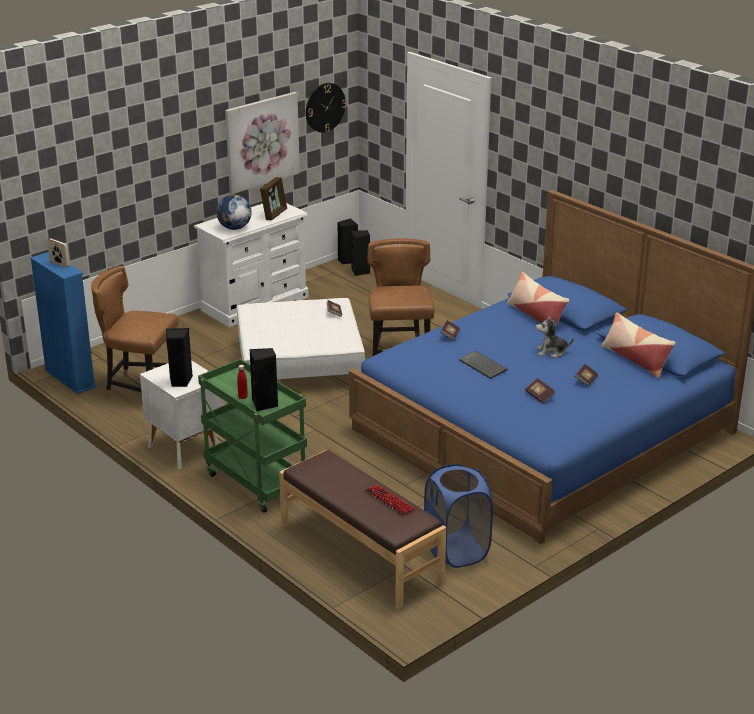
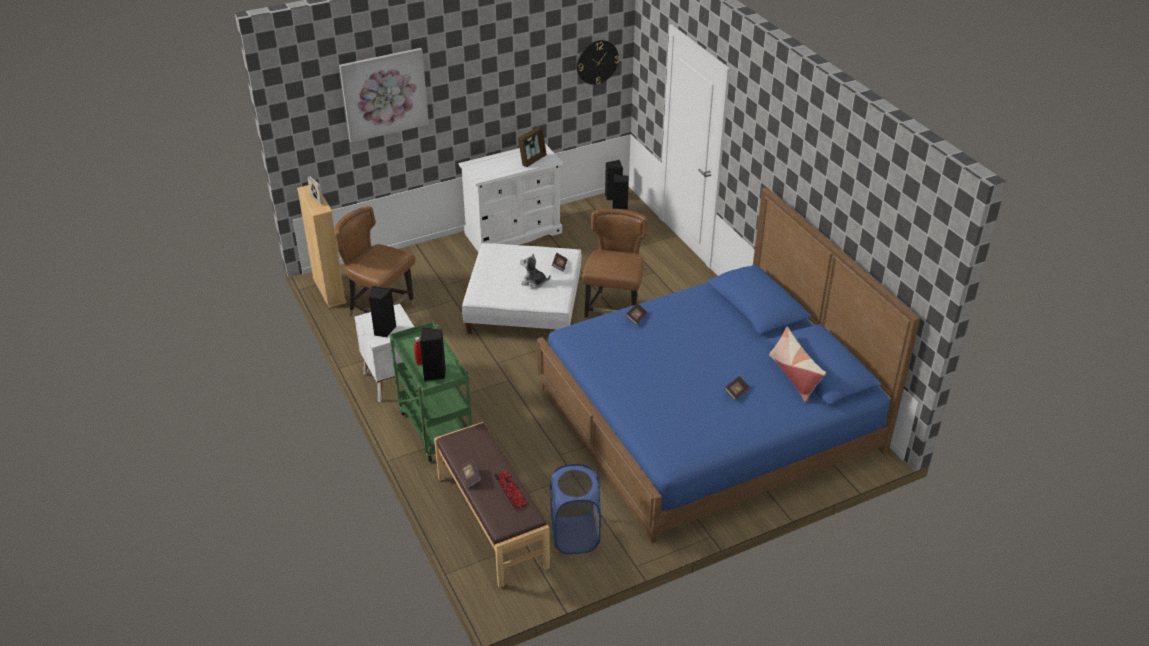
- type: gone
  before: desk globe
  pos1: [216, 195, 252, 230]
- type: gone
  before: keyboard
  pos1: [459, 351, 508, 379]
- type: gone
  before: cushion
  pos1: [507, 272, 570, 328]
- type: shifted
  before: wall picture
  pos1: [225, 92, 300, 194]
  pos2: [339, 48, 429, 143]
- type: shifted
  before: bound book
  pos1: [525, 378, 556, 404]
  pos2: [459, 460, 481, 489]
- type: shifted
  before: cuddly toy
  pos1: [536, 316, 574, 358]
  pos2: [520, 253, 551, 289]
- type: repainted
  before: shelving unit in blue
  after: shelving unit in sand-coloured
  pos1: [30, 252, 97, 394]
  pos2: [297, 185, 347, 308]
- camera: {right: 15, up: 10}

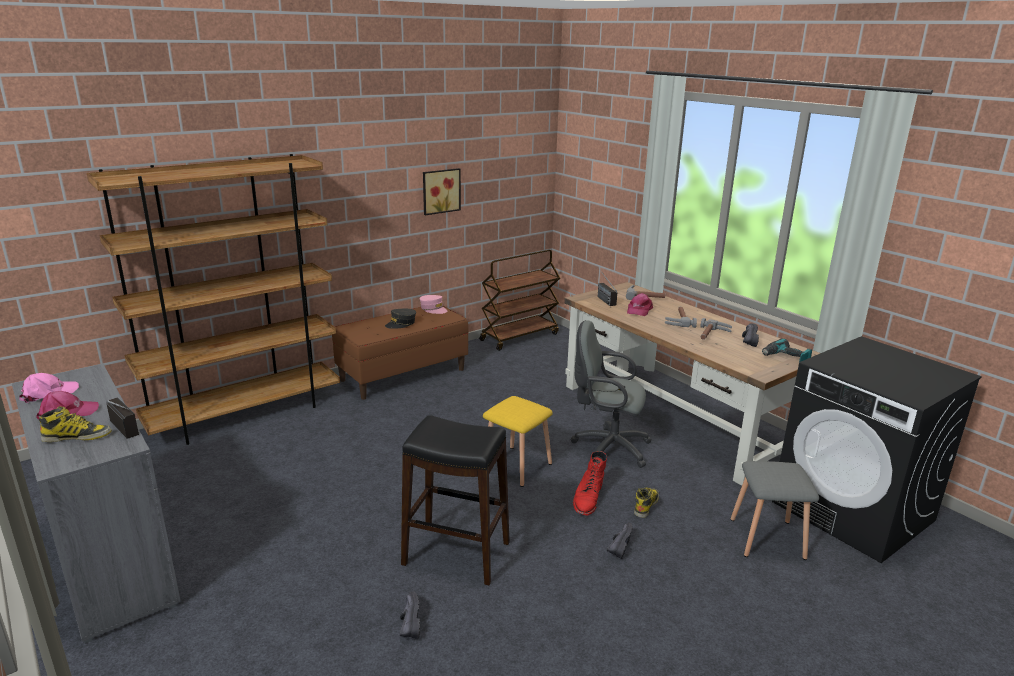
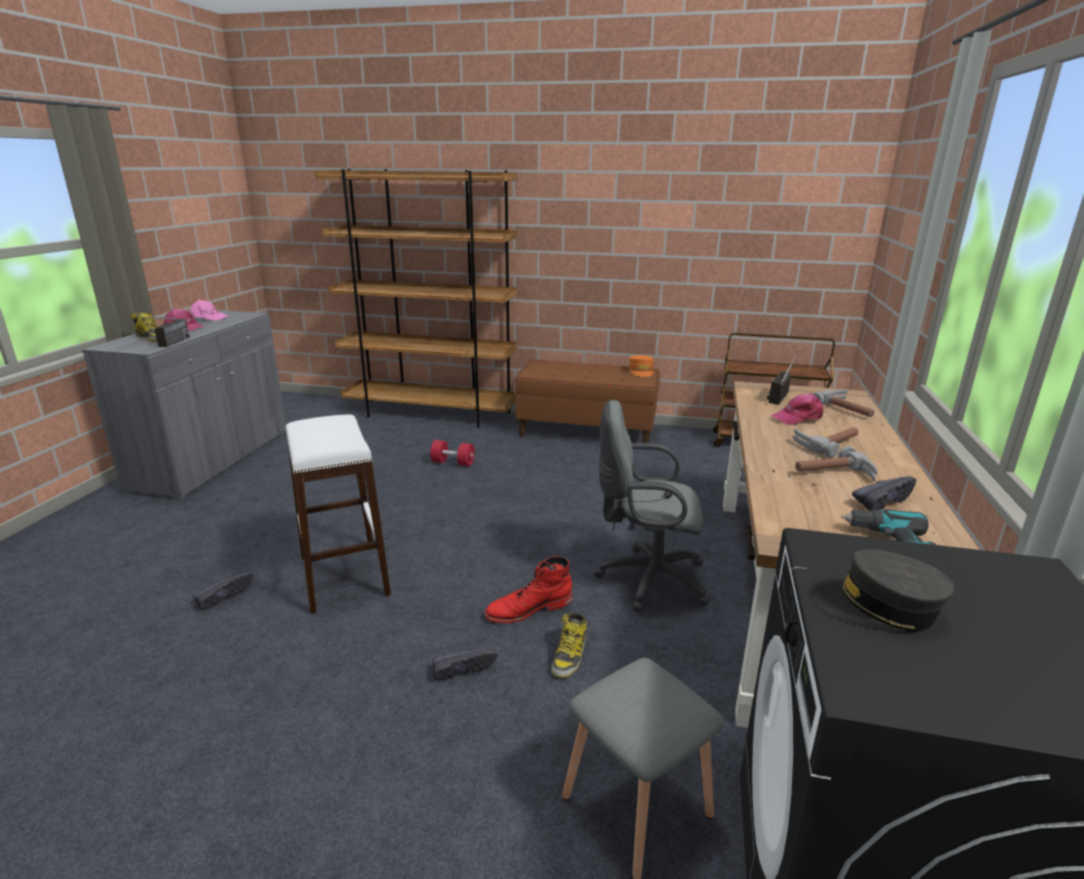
- type: gone
  before: wall picture
  pos1: [423, 168, 461, 215]
- type: gone
  before: stool in yellow
  pos1: [483, 396, 553, 487]
- type: new
  after: hand weight in red
  pos2: [430, 440, 475, 466]
- type: shifted
  before: baseball cap in greyish
  pos1: [385, 309, 416, 329]
  pos2: [813, 549, 954, 631]
- type: repainted
  before: stool in black-coloured
  after: stool in white-coloured
  pos1: [401, 415, 509, 585]
  pos2: [286, 414, 391, 614]
- type: repainted
  before: baseball cap in pink-coloured
  after: baseball cap in orange
  pos1: [420, 295, 447, 314]
  pos2: [629, 355, 654, 377]
- type: rotated
  before: computer chair in greyish
  pos1: [571, 320, 652, 468]
  pos2: [594, 400, 711, 613]
  turn: -60
- type: rotated
  before: boot
  pos1: [634, 487, 659, 518]
  pos2: [551, 613, 587, 678]
  turn: 120
- camera: {right: 50, up: 0}

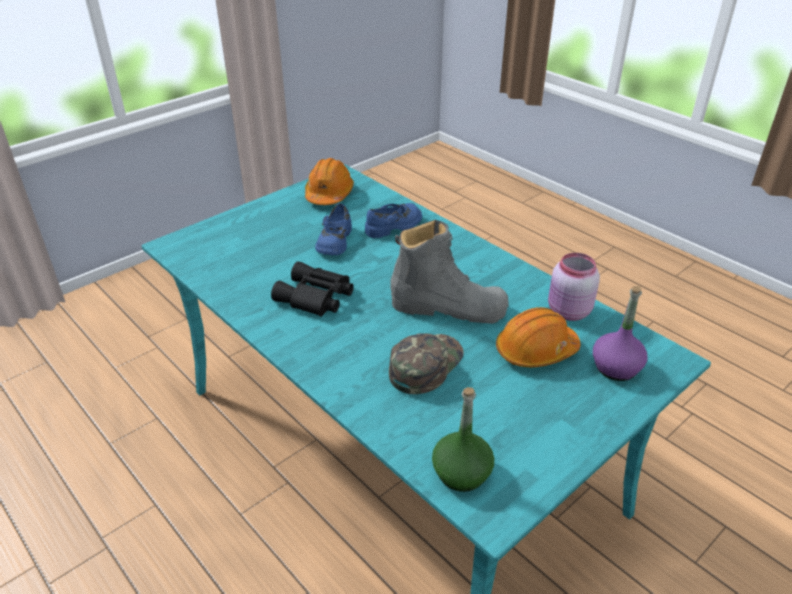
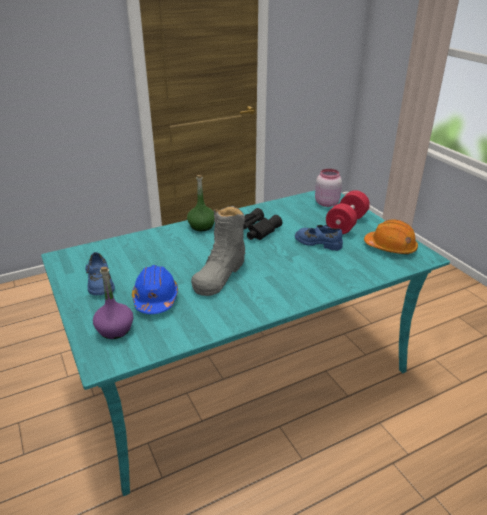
- type: gone
  before: baseball cap in green
  pos1: [389, 333, 464, 394]
- type: new
  after: hand weight in red
  pos2: [326, 190, 370, 234]
- type: shifted
  before: low shoe in blue
  pos1: [365, 203, 422, 238]
  pos2: [85, 252, 115, 296]
- type: shifted
  before: drink bottle in green
  pos1: [432, 387, 494, 492]
  pos2: [187, 175, 214, 231]
- type: shifted
  before: preserve jar in pink-coloured
  pos1: [548, 253, 600, 321]
  pos2: [315, 169, 342, 207]
- type: repainted
  before: work helmet in orange
  after: work helmet in blue
  pos1: [496, 307, 580, 367]
  pos2: [132, 265, 178, 314]
- camera: {right: 105, up: -5}

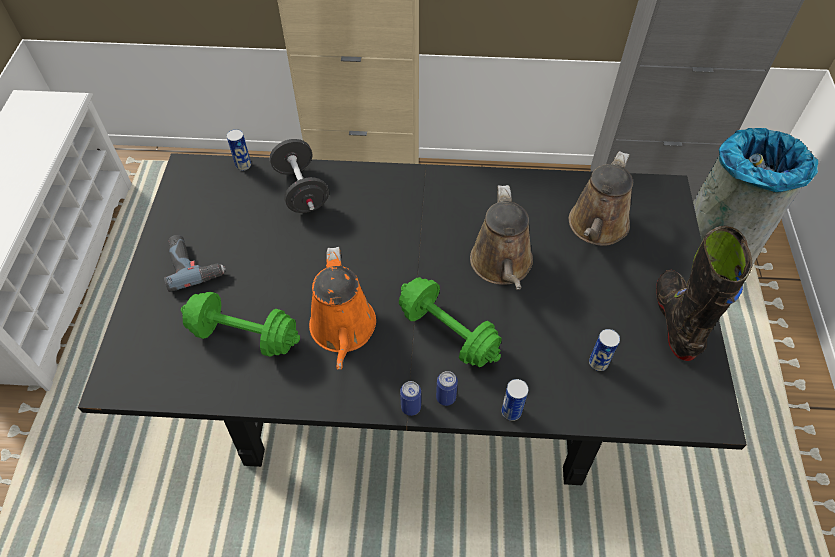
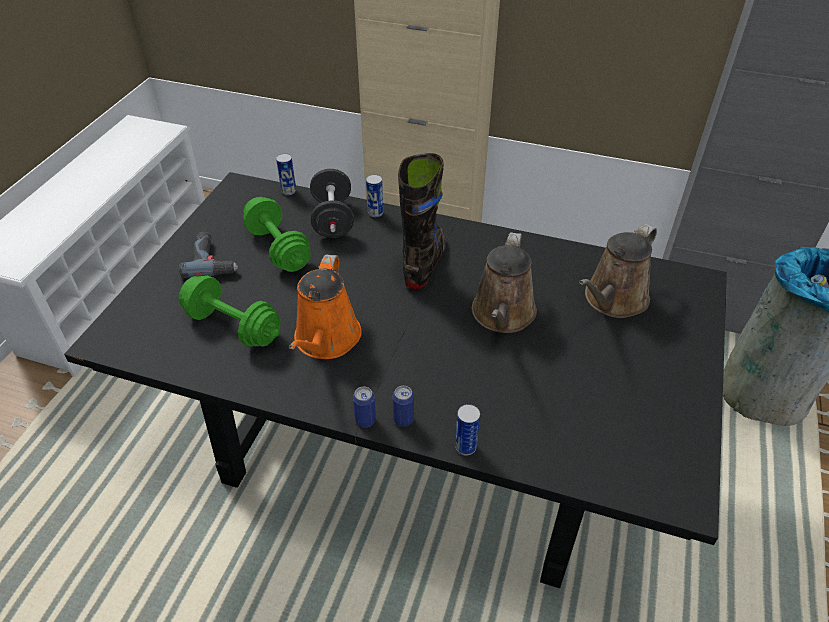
- type: shifted
  before: hand weight in green
  pos1: [399, 277, 502, 367]
  pos2: [243, 197, 311, 272]
- type: shifted
  before: sealed can
  pos1: [589, 329, 620, 371]
  pos2: [366, 174, 383, 217]
- type: shifted
  before: boot in black-coloured
  pos1: [656, 226, 752, 361]
  pos2: [398, 153, 446, 289]
- camera: {right: 15, up: -10}

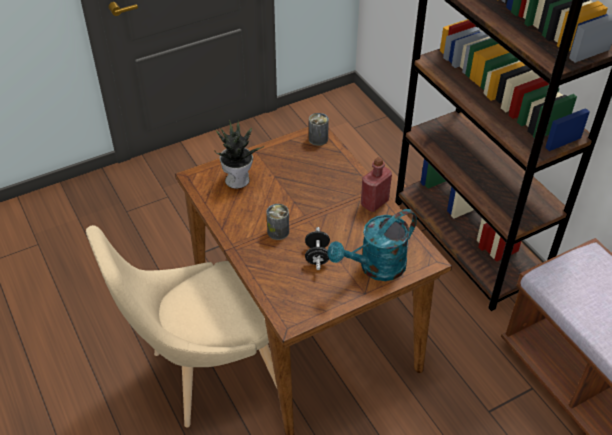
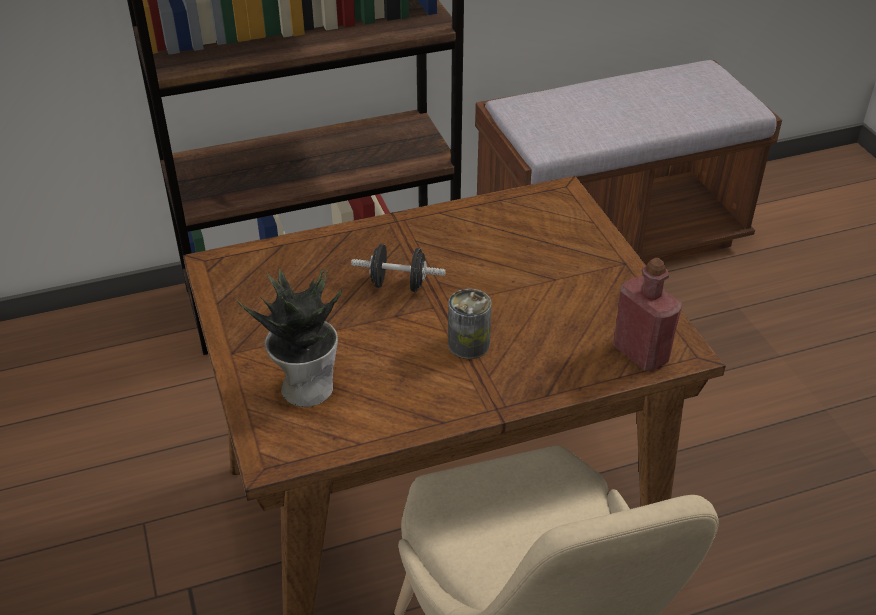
- type: gone
  before: sealed can
  pos1: [309, 113, 329, 146]
- type: gone
  before: watering can in blue-green
  pos1: [327, 209, 417, 281]
- type: shifted
  before: hand weight in black-coloured
  pos1: [305, 227, 330, 270]
  pos2: [351, 244, 446, 292]
- type: shifted
  before: drink bottle in red
  pos1: [361, 157, 392, 212]
  pos2: [613, 258, 682, 371]
- camera: {right: -80, up: -5}

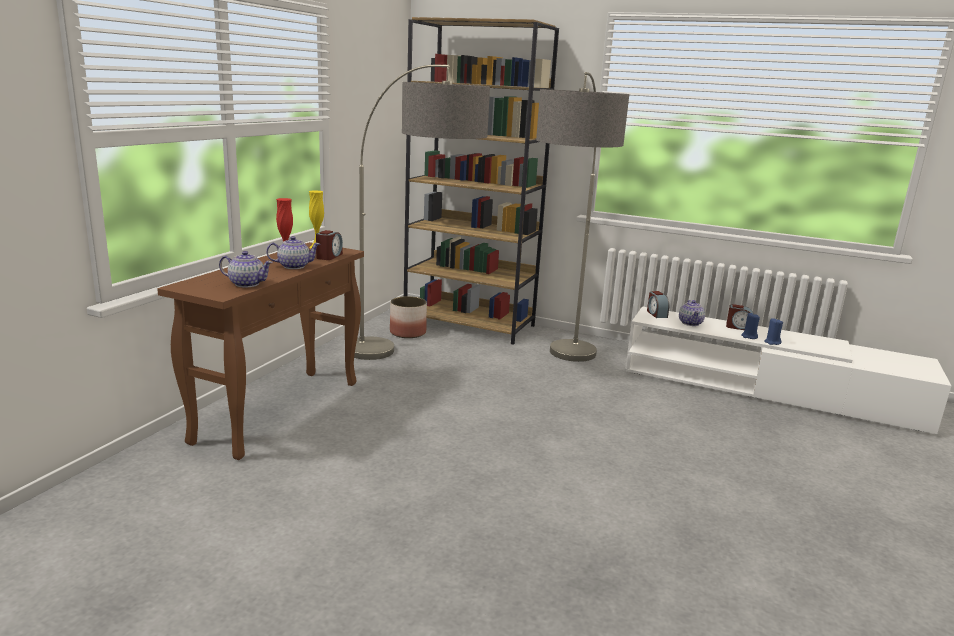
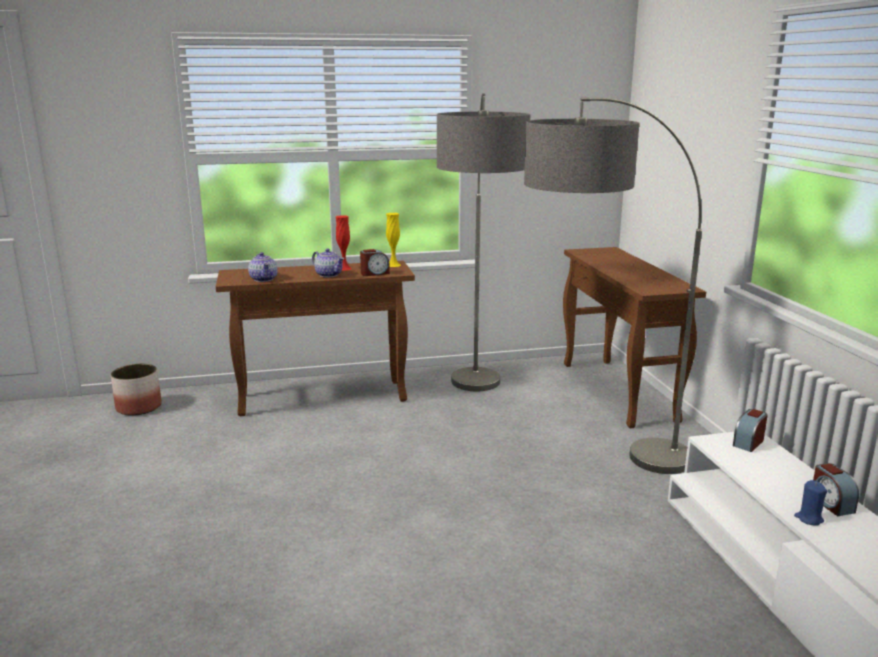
- type: gone
  before: tea pot
  pos1: [679, 300, 705, 326]
- type: gone
  before: candle in blue
  pos1: [764, 318, 783, 345]
- type: shifted
  before: planter
  pos1: [390, 296, 427, 338]
  pos2: [111, 364, 162, 416]
- type: swapped
  before: shelving unit in brown
  after: console table in brown
  pos1: [404, 17, 559, 345]
  pos2: [563, 247, 706, 428]
- camera: {right: 55, up: 0}

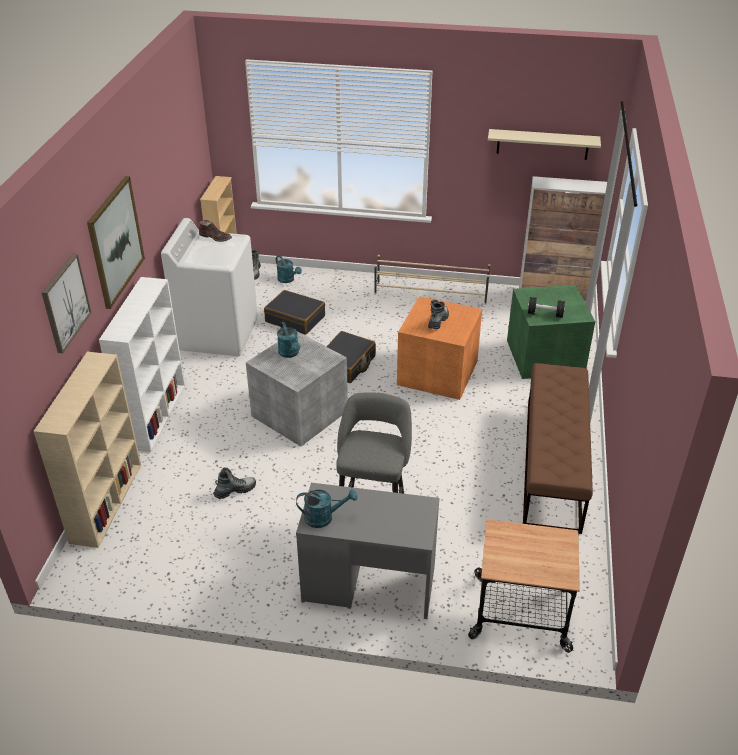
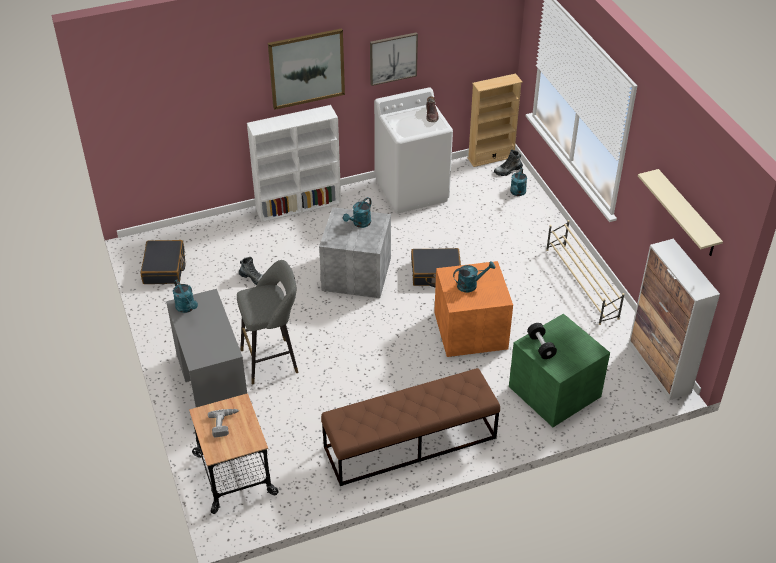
- type: gone
  before: shelving unit in sand-coloured
  pos1: [33, 352, 141, 548]
- type: new
  after: drill
  pos2: [208, 409, 239, 437]
- type: shifted
  before: wall picture
  pos1: [41, 254, 92, 353]
  pos2: [370, 32, 418, 86]
- type: shifted
  before: travel case in black-coloured
  pos1: [264, 290, 325, 335]
  pos2: [140, 240, 185, 284]
- type: swapped
  before: boot
  after: watering can in blue-green
  pos1: [428, 300, 449, 329]
  pos2: [453, 261, 495, 293]
- camera: {right: 60, up: 5}

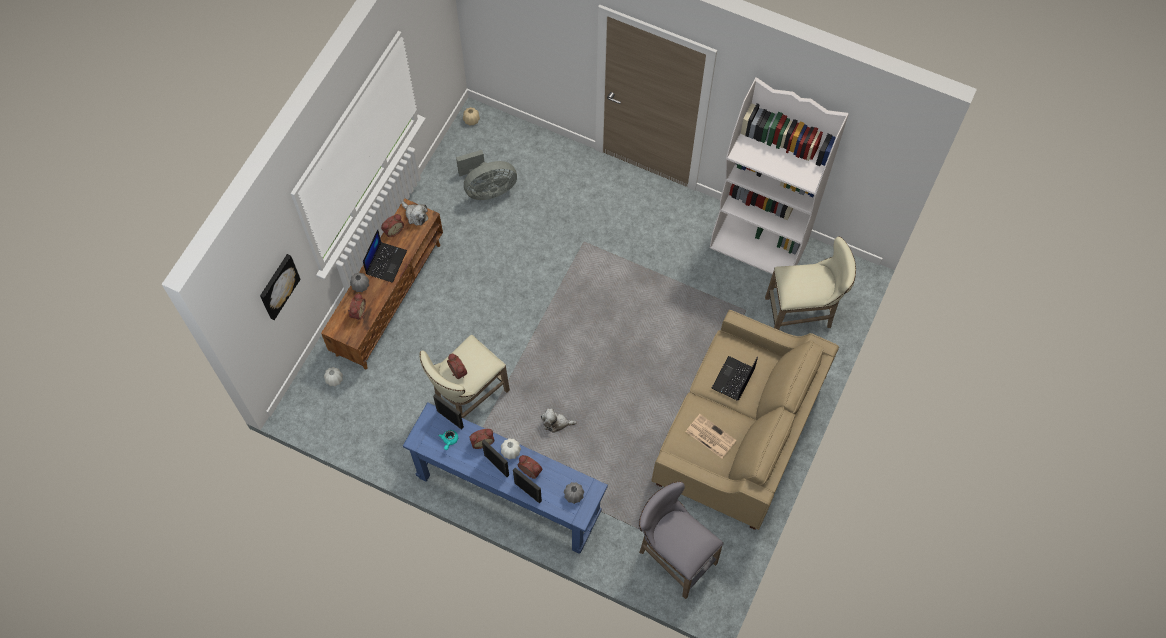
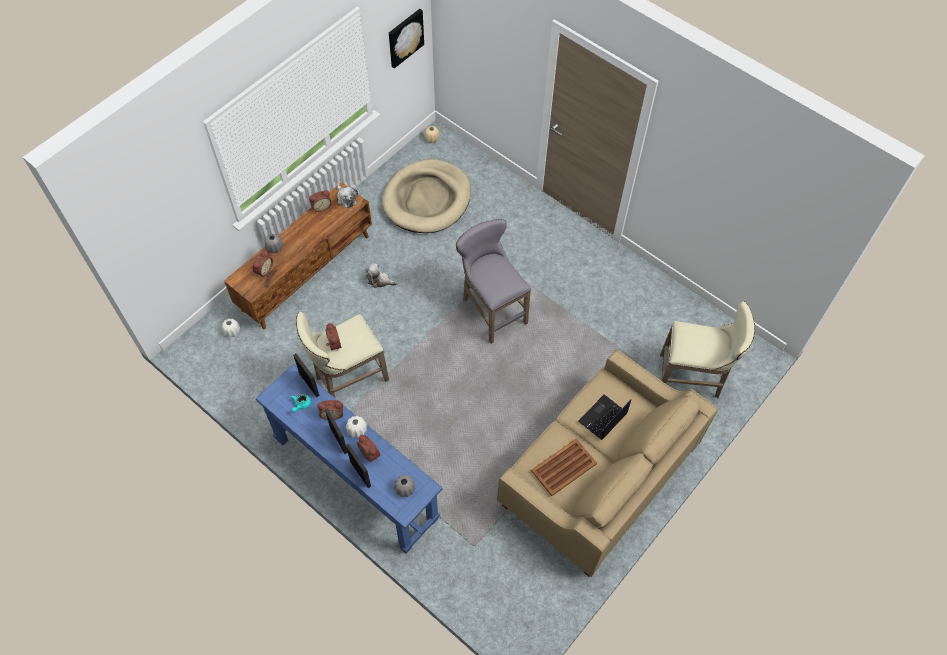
- type: gone
  before: portable computer
  pos1: [363, 229, 407, 283]
- type: gone
  before: shelving unit in white-coloured
  pos1: [710, 77, 849, 274]
- type: shifted
  before: wall picture
  pos1: [260, 254, 300, 320]
  pos2: [389, 9, 424, 68]
- type: shifted
  before: cuddly toy
  pos1: [541, 409, 577, 433]
  pos2: [365, 263, 397, 288]
- type: shifted
  before: stool in greyish
  pos1: [638, 482, 723, 599]
  pos2: [456, 219, 531, 344]
- type: swapped
  before: electric fan in greyish
  after: dog bed in sand-coloured
  pos1: [456, 150, 517, 200]
  pos2: [382, 159, 471, 233]
- type: swapped
  before: printed paper
  after: tray in brown
  pos1: [686, 414, 736, 458]
  pos2: [531, 439, 597, 496]
- camera: {right: 15, up: -5}

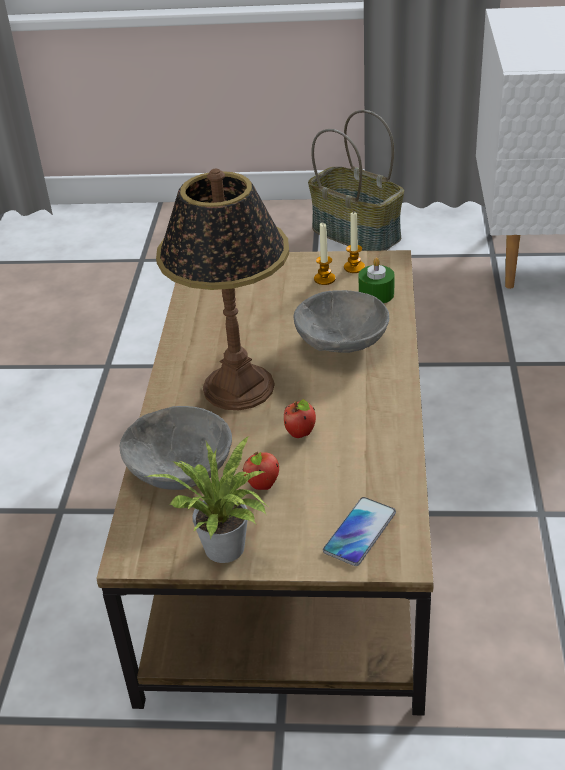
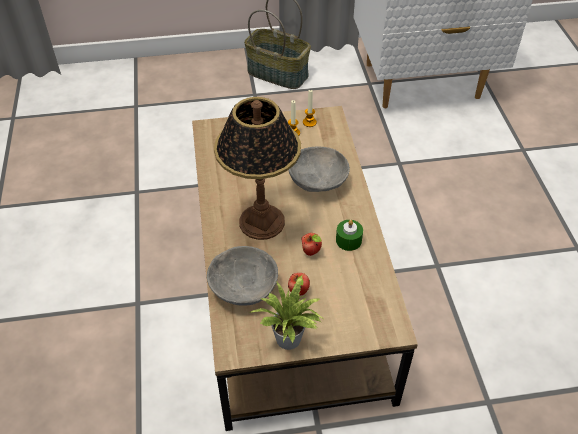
- type: gone
  before: phone
  pos1: [323, 497, 396, 566]
- type: shifted
  before: candle in green
  pos1: [359, 258, 395, 304]
  pos2: [336, 220, 363, 251]
- camera: {right: -15, up: 10}

